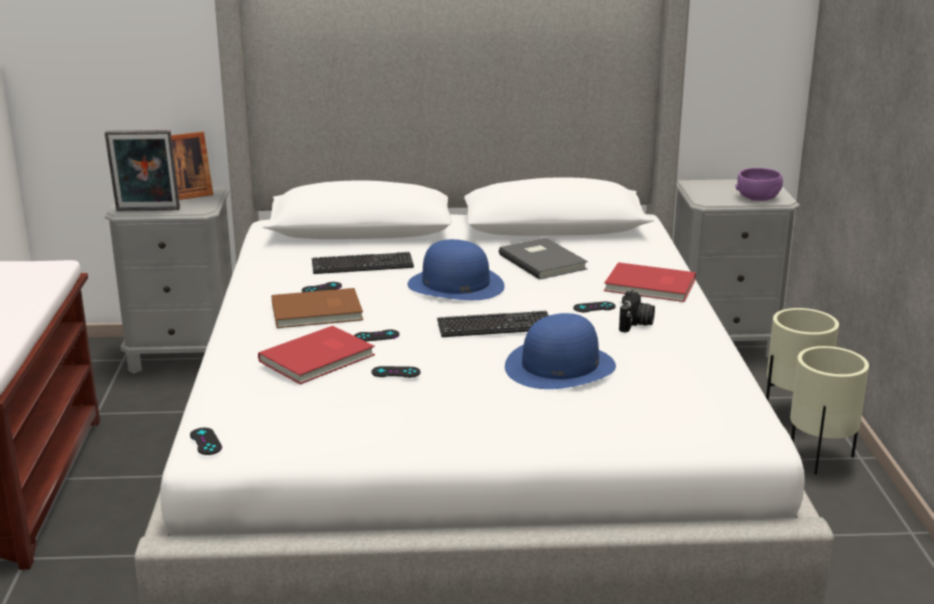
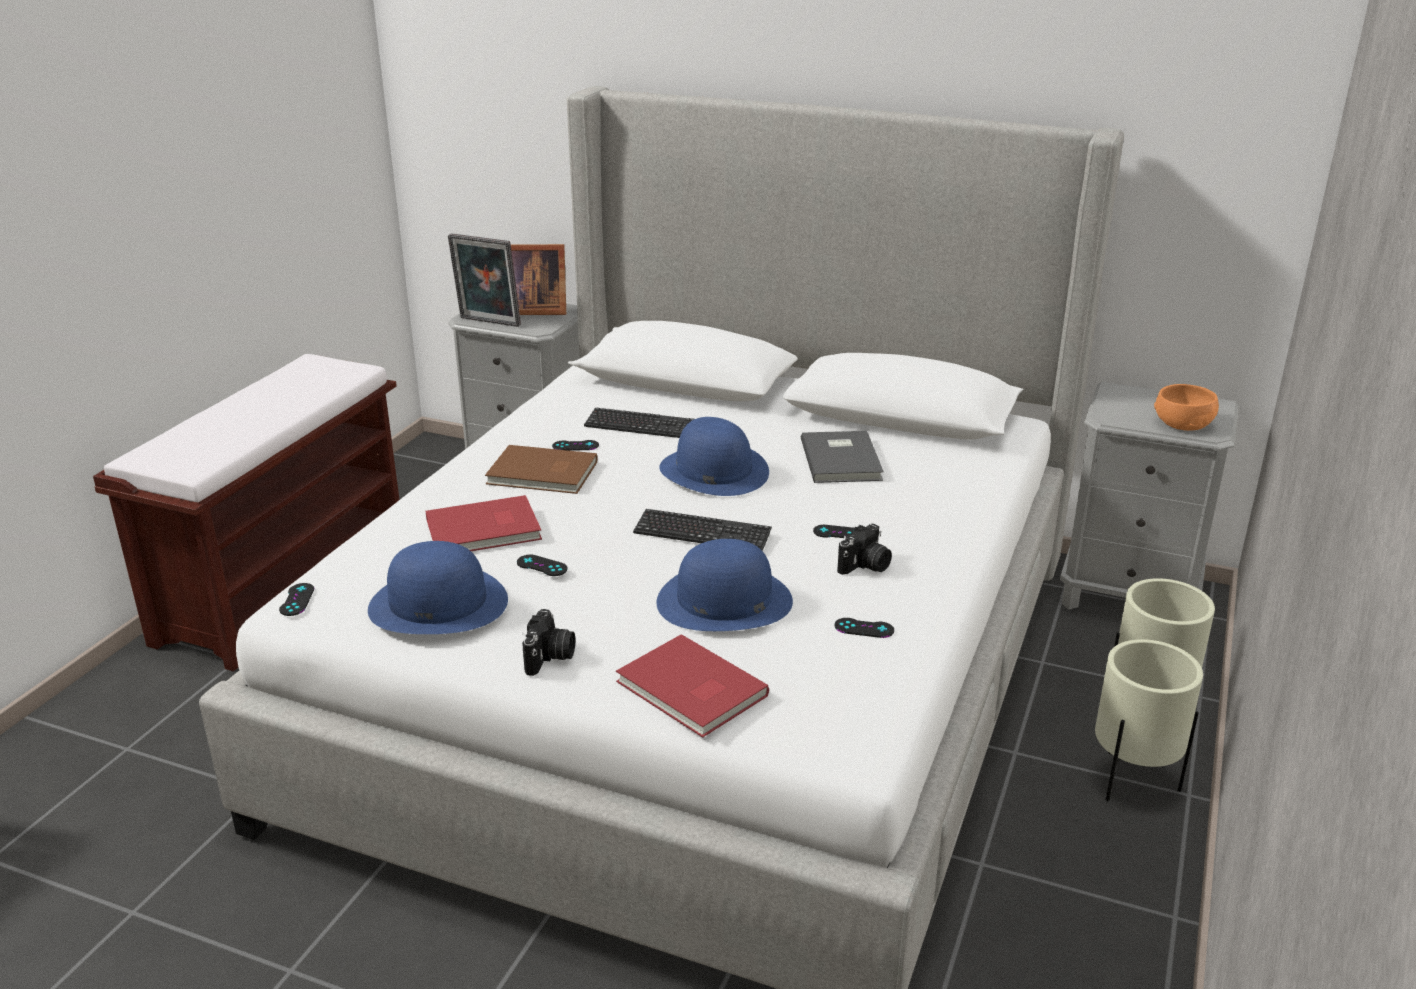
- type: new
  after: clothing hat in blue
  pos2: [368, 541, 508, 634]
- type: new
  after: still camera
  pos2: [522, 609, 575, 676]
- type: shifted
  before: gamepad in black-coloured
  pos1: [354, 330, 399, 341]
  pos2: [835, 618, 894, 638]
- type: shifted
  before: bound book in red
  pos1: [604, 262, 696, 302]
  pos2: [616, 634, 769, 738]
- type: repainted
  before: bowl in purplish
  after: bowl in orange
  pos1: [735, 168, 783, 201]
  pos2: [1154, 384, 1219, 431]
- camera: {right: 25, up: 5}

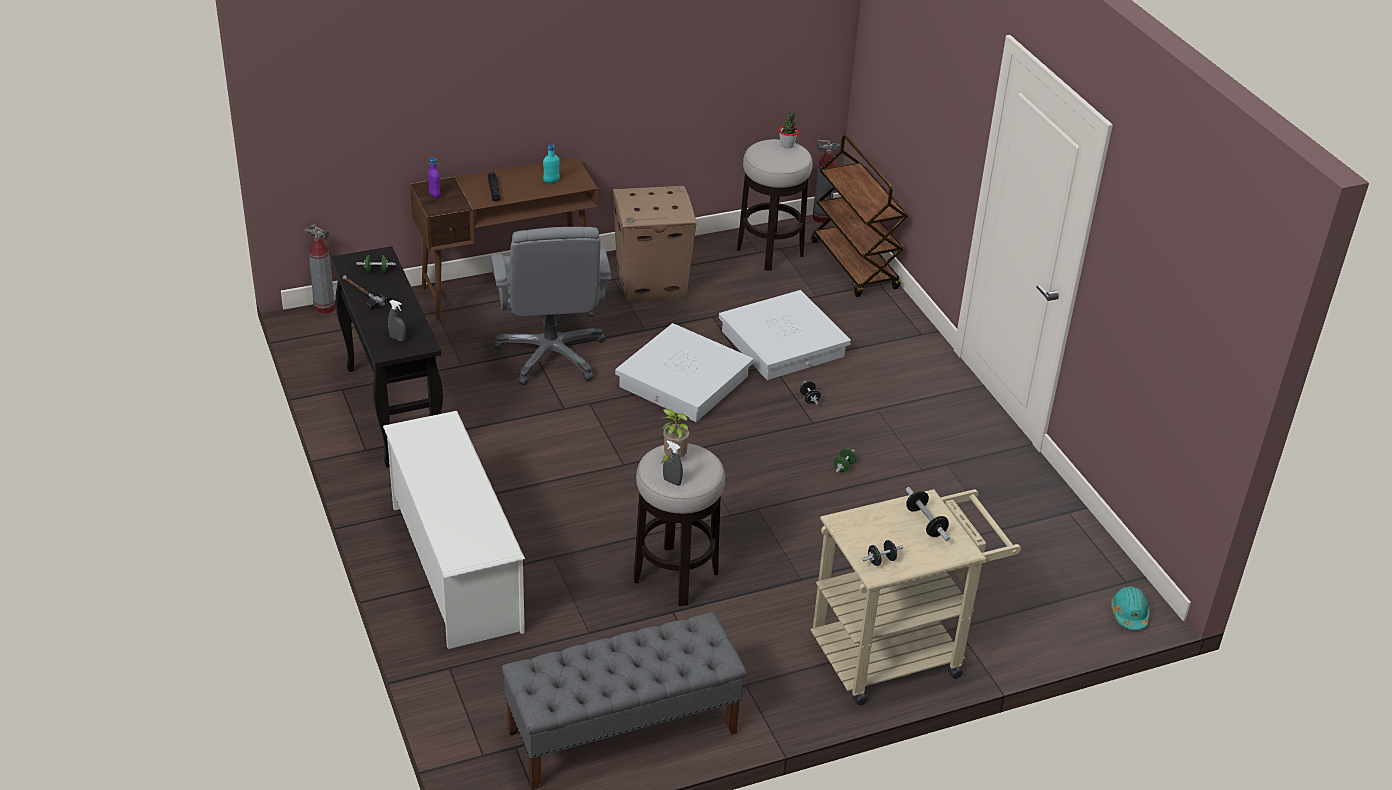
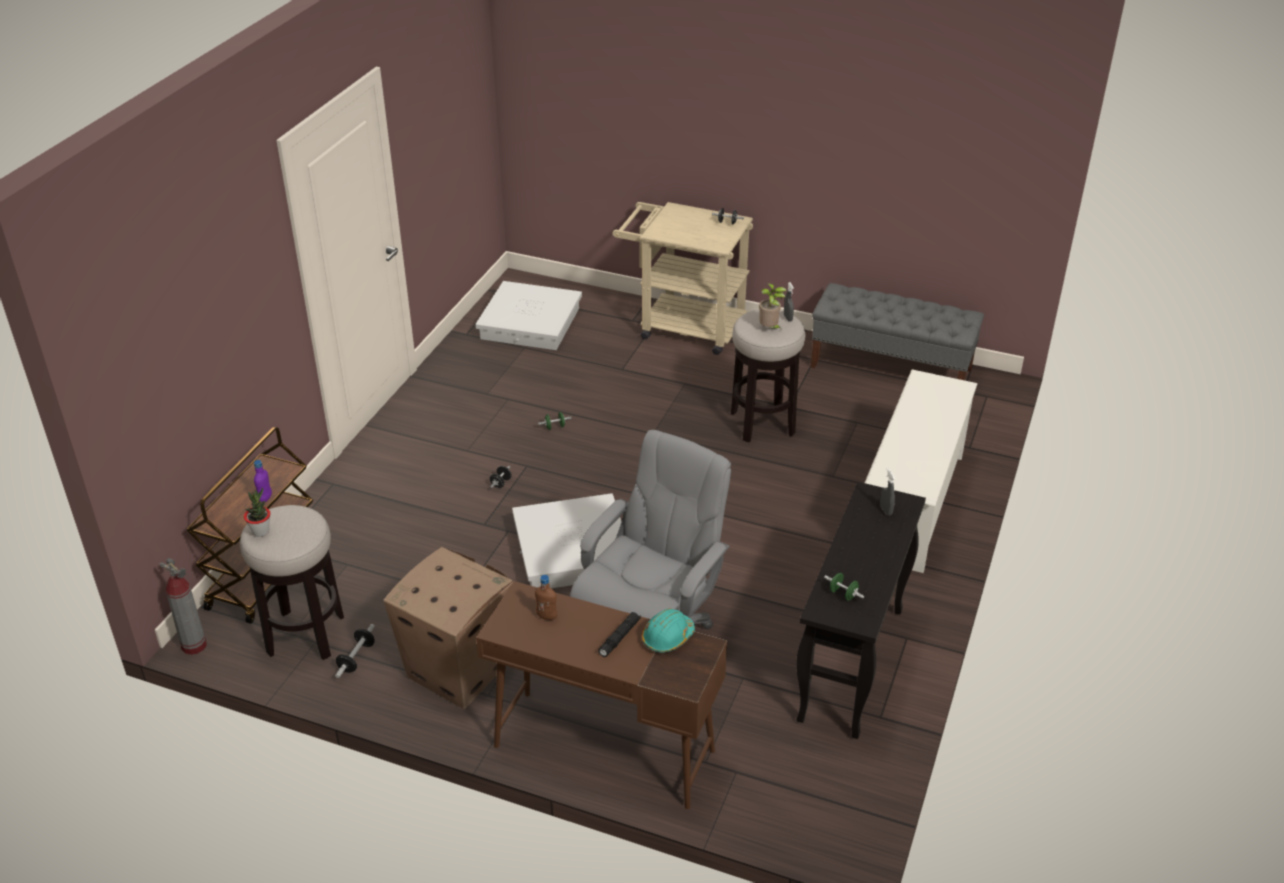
- type: gone
  before: extinguisher
  pos1: [305, 224, 335, 314]
- type: gone
  before: hand hammer
  pos1: [342, 275, 389, 309]
- type: shifted
  before: drink bottle in purplish
  pos1: [428, 158, 440, 198]
  pos2: [254, 460, 272, 502]
- type: shifted
  before: storage container in white-coloured
  pos1: [719, 290, 851, 380]
  pos2: [475, 281, 582, 350]
- type: shifted
  before: hand weight
  pos1: [906, 487, 950, 541]
  pos2: [335, 624, 375, 678]
- type: shifted
  before: work helmet in blue-green
  pos1: [1111, 586, 1150, 630]
  pos2: [642, 608, 695, 653]
- type: repainted
  before: drink bottle in blue-green
  after: drink bottle in brown
  pos1: [543, 144, 560, 183]
  pos2: [535, 575, 557, 620]
- camera: {right: -135, up: 0}

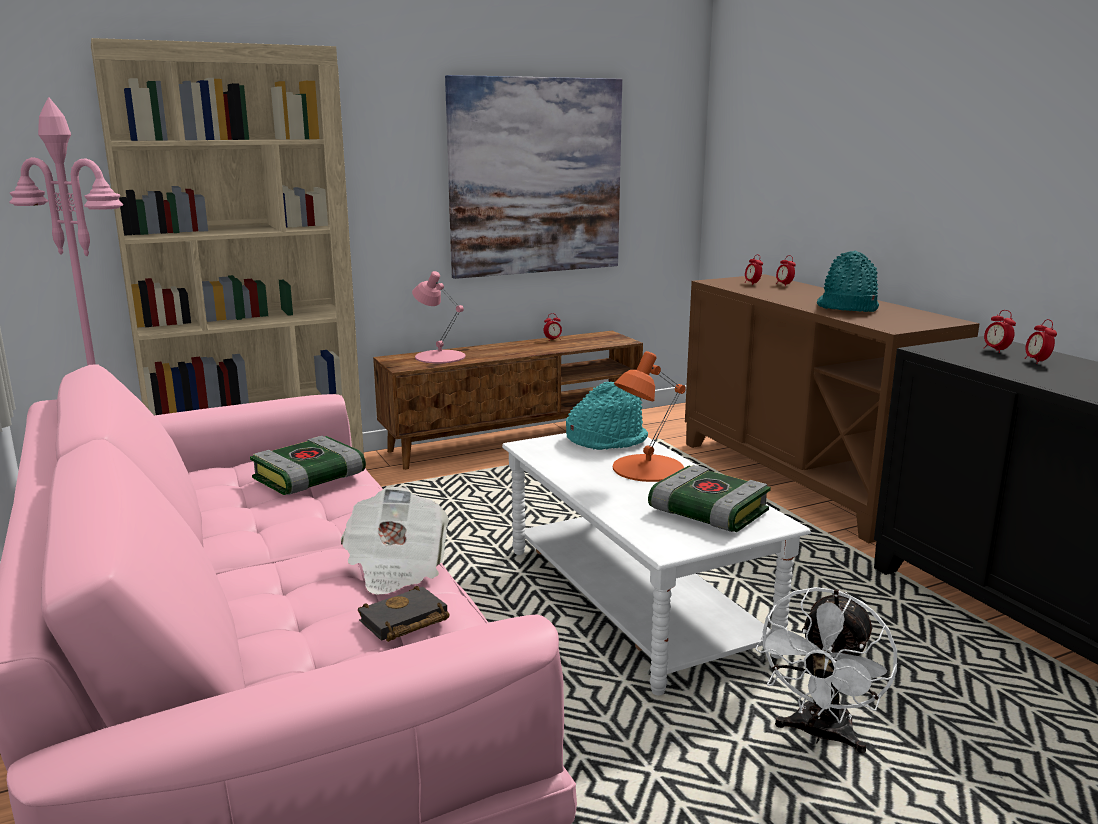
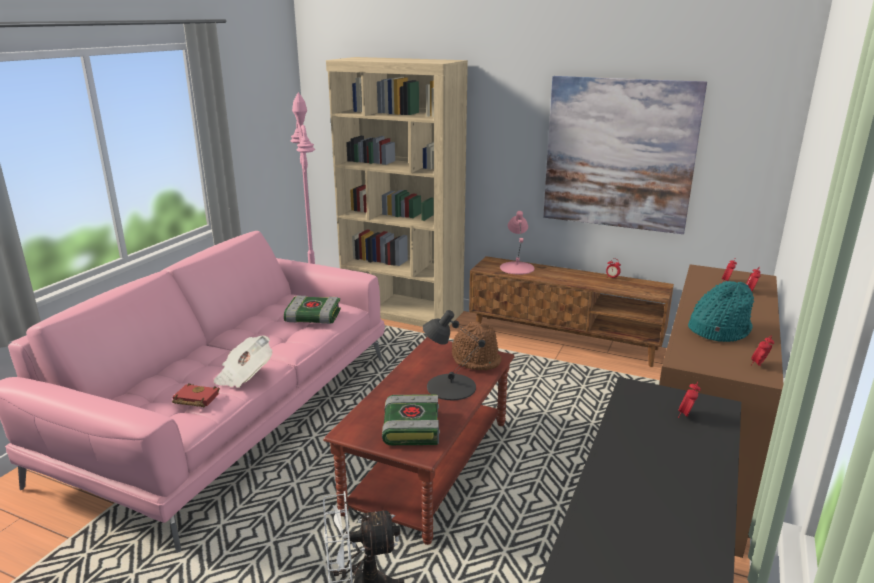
- type: shifted
  before: table clock
  pos1: [1025, 319, 1057, 364]
  pos2: [751, 335, 774, 366]
- type: repainted
  before: bound book in black-coloured
  after: bound book in red
  pos1: [358, 586, 450, 642]
  pos2: [172, 383, 220, 407]
- type: repainted
  before: low table in white-coloured
  after: low table in brown
  pos1: [502, 433, 811, 696]
  pos2: [323, 337, 514, 545]
- type: repainted
  before: clothing hat in blue-green
  after: clothing hat in brown
  pos1: [566, 382, 648, 450]
  pos2: [452, 321, 502, 370]
- type: repainted
  before: tabletop lamp in orange
  after: tabletop lamp in black-coloured
  pos1: [613, 351, 686, 482]
  pos2: [423, 310, 485, 400]
- camera: {right: 50, up: 5}

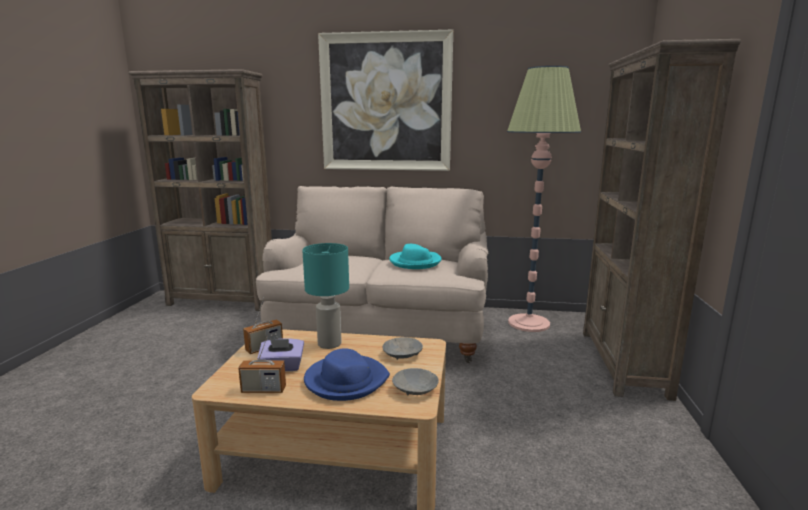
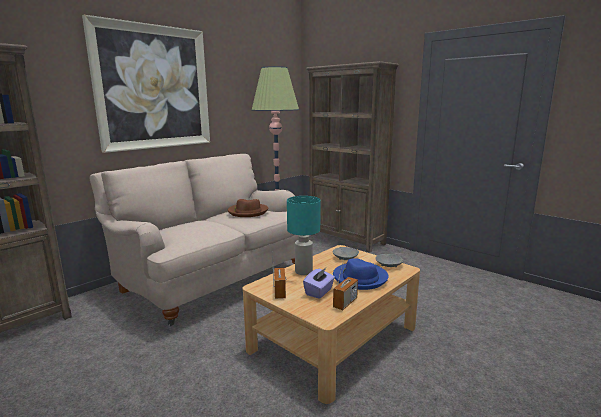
- type: repainted
  before: clothing hat in blue-green
  after: clothing hat in brown
  pos1: [389, 244, 442, 269]
  pos2: [228, 199, 268, 217]
- camera: {right: -55, up: 0}

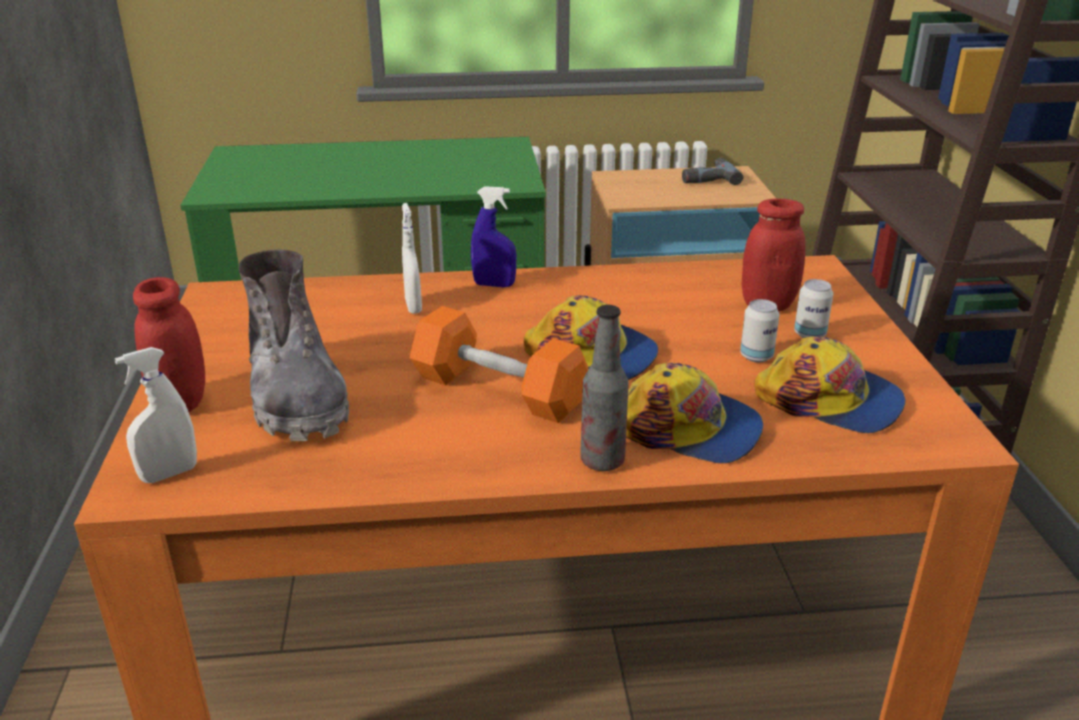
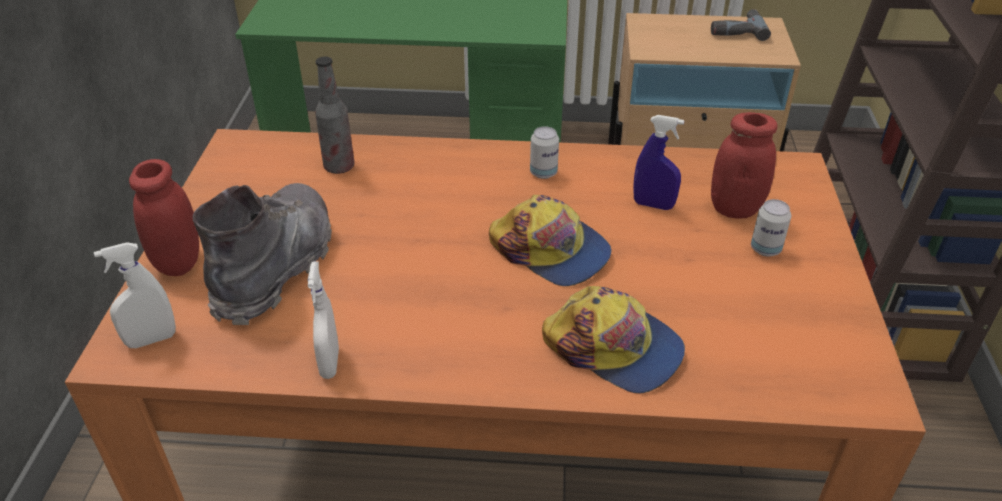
- type: gone
  before: hand weight in orange
  pos1: [410, 306, 589, 423]
- type: gone
  before: baseball cap
  pos1: [755, 336, 905, 433]
- type: shifted
  before: sprayer in white-coloured
  pos1: [402, 203, 422, 314]
  pos2: [307, 261, 339, 379]
- type: shifted
  before: sprayer in blue
  pos1: [471, 186, 516, 287]
  pos2: [633, 115, 684, 210]
- type: shifted
  before: drink bottle
  pos1: [580, 305, 629, 471]
  pos2: [315, 57, 355, 174]
- type: shifted
  before: sealed can
  pos1: [740, 299, 779, 363]
  pos2: [530, 126, 559, 179]
- type: rotated
  before: boot in greyish
  pos1: [239, 250, 349, 441]
  pos2: [192, 183, 332, 325]
  turn: -150
- camera: {right: 10, up: 10}

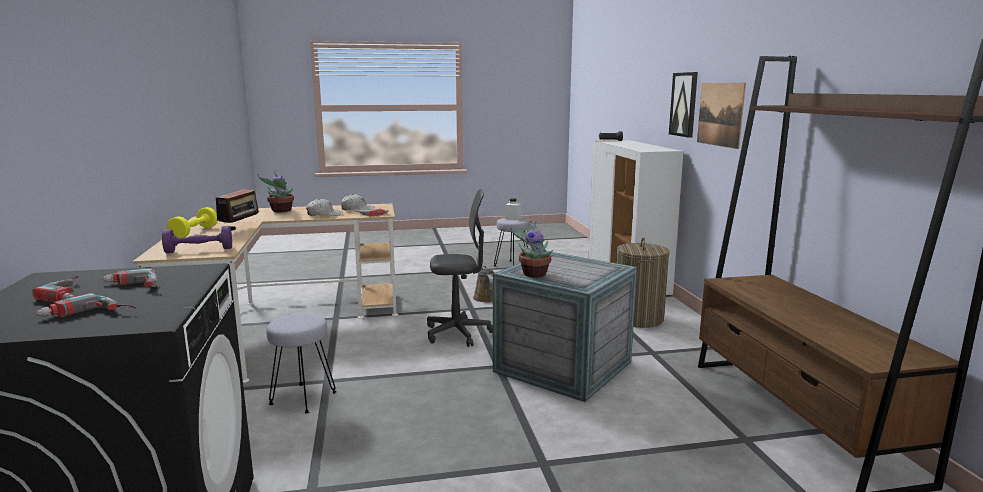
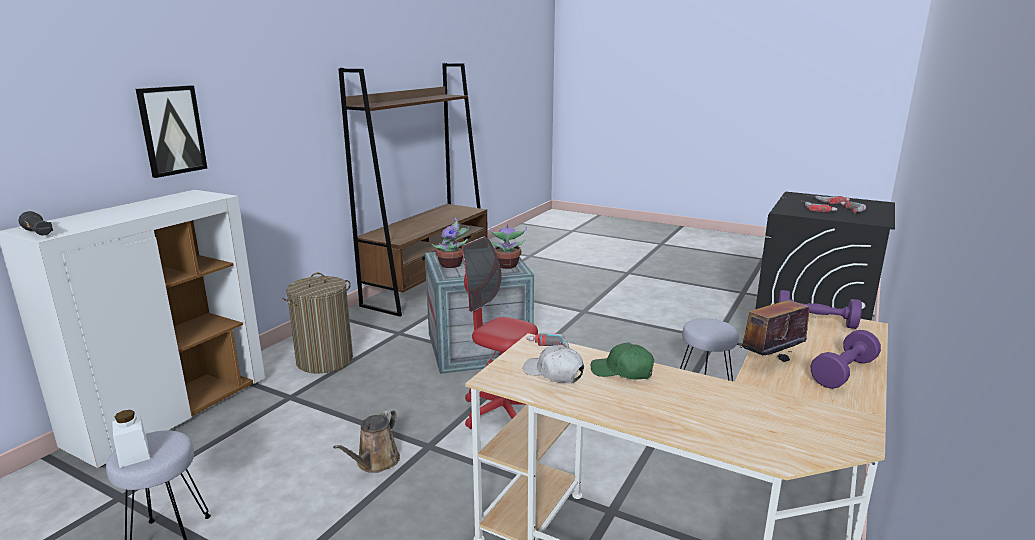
- type: gone
  before: wall picture
  pos1: [697, 83, 746, 149]
- type: shifted
  before: houseplant
  pos1: [258, 170, 294, 213]
  pos2: [431, 218, 469, 268]
- type: repainted
  before: hand weight in yellow
  after: hand weight in purplish
  pos1: [167, 207, 218, 238]
  pos2: [811, 330, 881, 389]
- type: repainted
  before: baseball cap in white-coloured
  after: baseball cap in green
  pos1: [306, 198, 342, 216]
  pos2: [591, 342, 654, 380]
- type: repainted
  before: computer chair in greyish
  after: computer chair in red
  pos1: [427, 189, 493, 347]
  pos2: [462, 237, 538, 429]
- camera: {right: -140, up: 5}

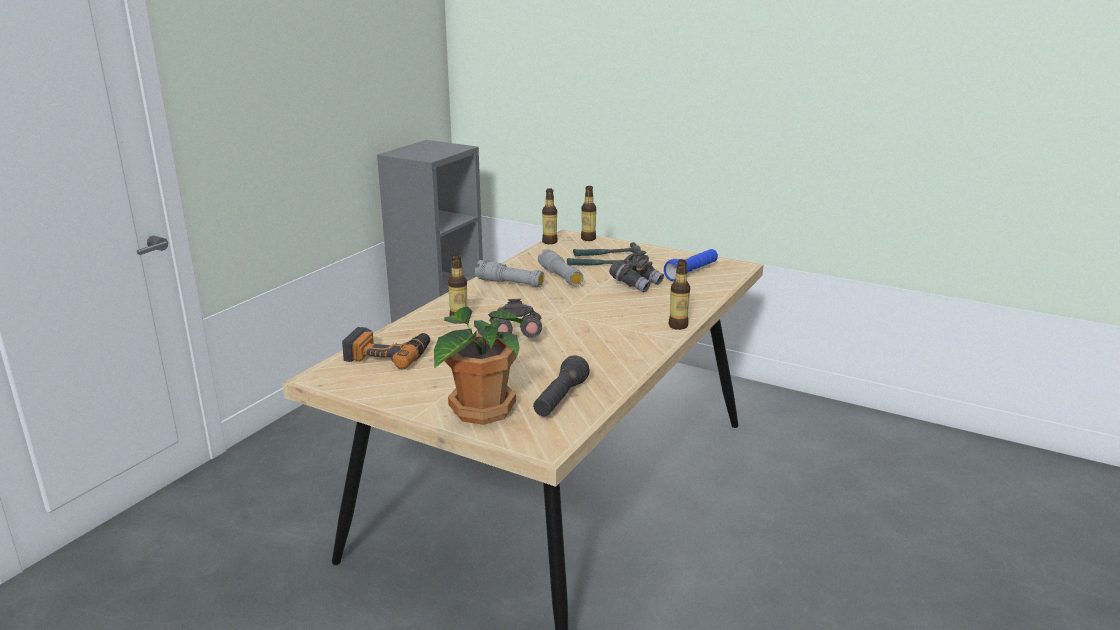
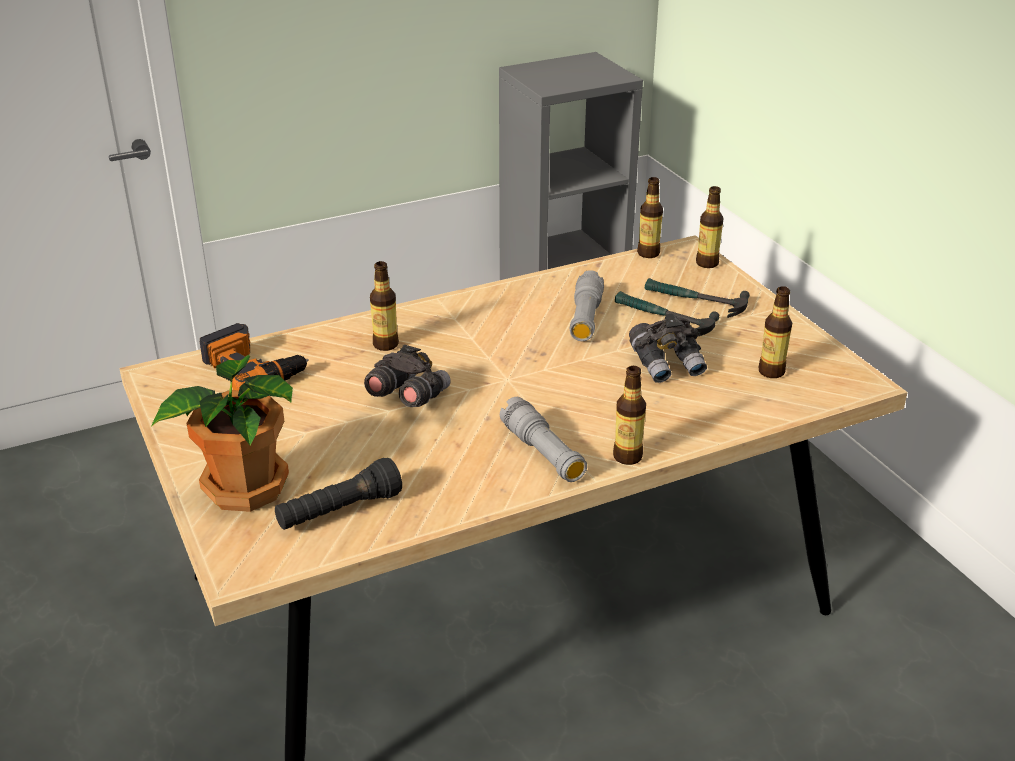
- type: shifted
  before: hand torch in greyish
  pos1: [475, 260, 545, 288]
  pos2: [500, 397, 587, 482]
- type: swapped
  before: hand torch in blue
  after: drink bottle
  pos1: [664, 249, 718, 281]
  pos2: [759, 286, 792, 378]
- camera: {right: 35, up: 10}

